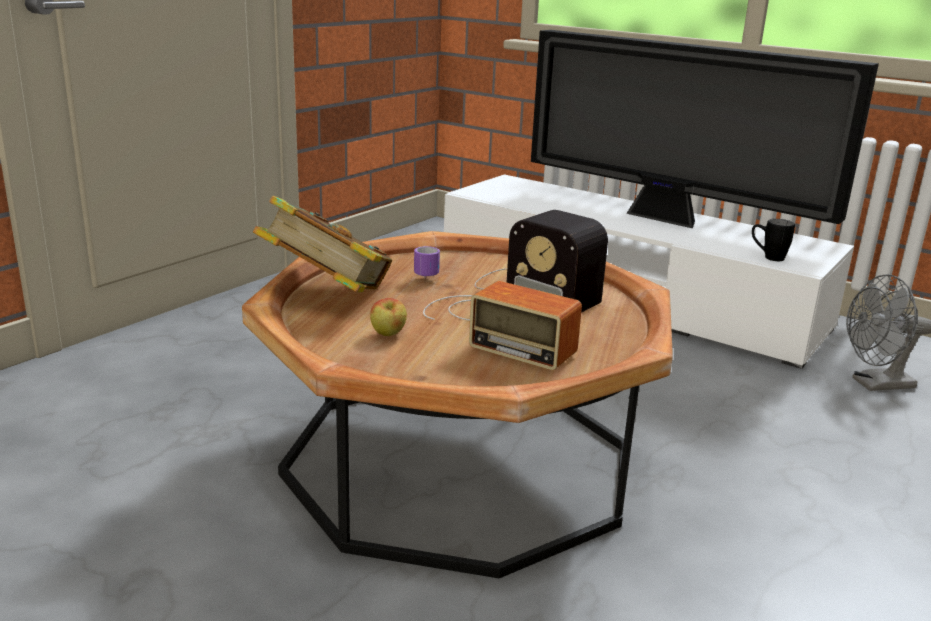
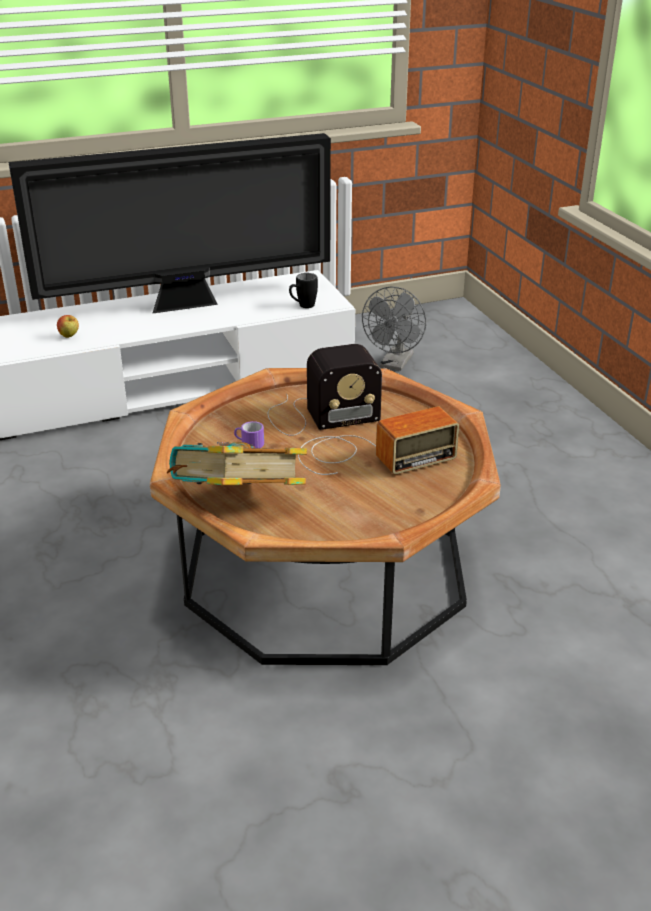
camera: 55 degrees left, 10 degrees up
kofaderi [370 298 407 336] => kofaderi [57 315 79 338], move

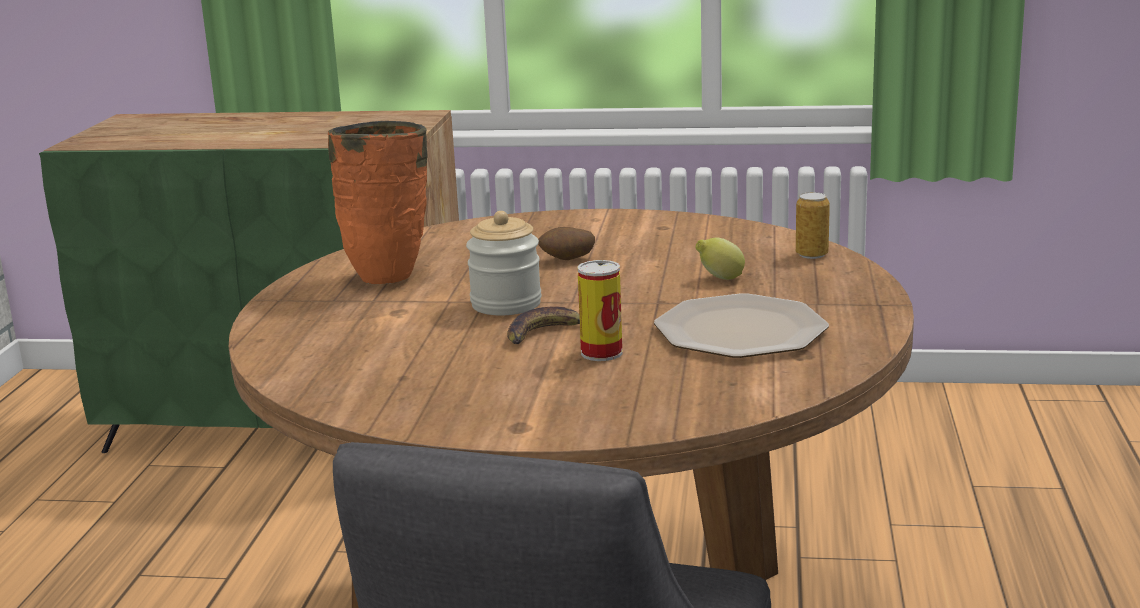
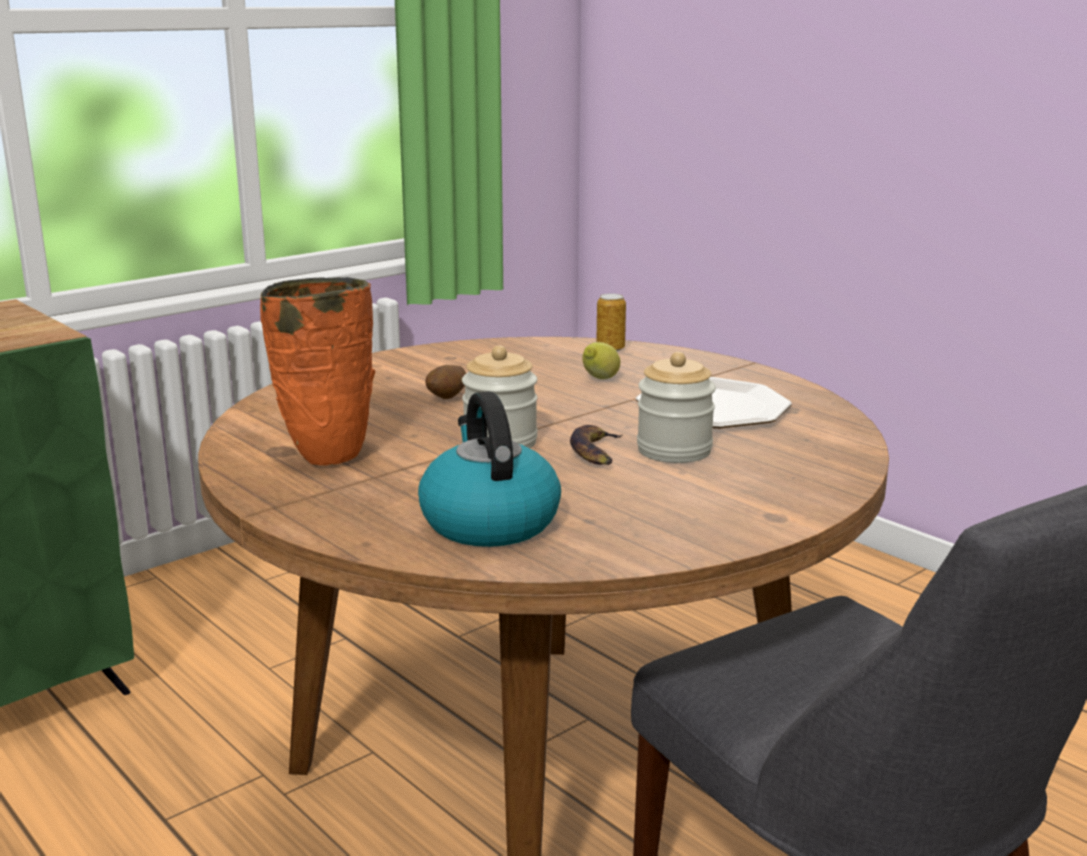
camera: 50 degrees left, 0 degrees up
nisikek [577 260 623 361] => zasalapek [637 352 716 463]
nothing => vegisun [418 391 561 547]

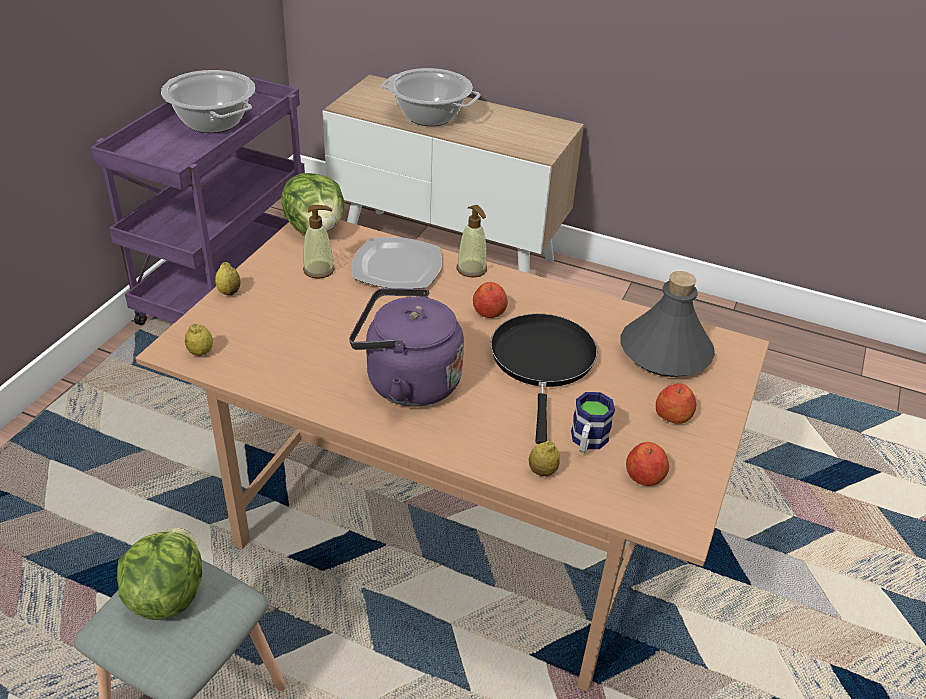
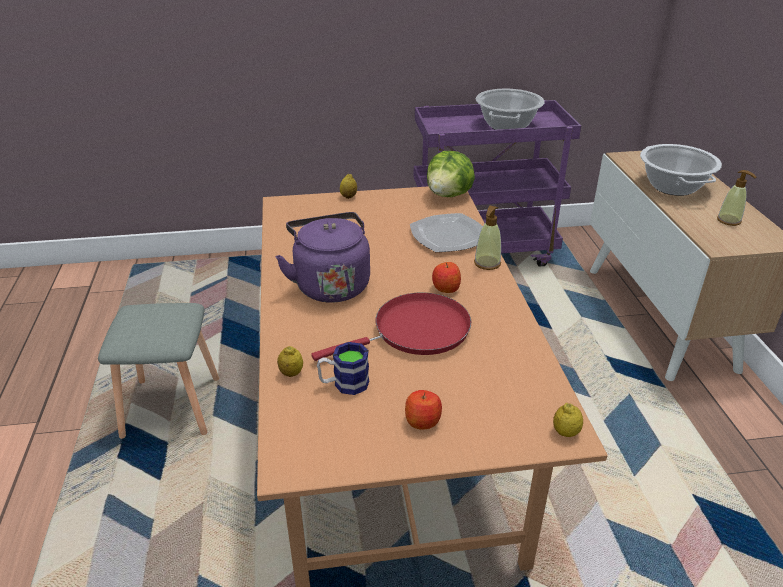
camera: 60 degrees right, 5 degrees down
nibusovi [303 205 335 279] => nibusovi [717 170 757 226], move
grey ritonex [620 271 715 377] => nothing
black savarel [491 314 597 444] => red savarel [311 292 471 361]
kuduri [185 324 213 356] => kuduri [553 403 583 437], move
kofaderi [626 442 669 486] => nothing
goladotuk [117 528 202 620] => nothing

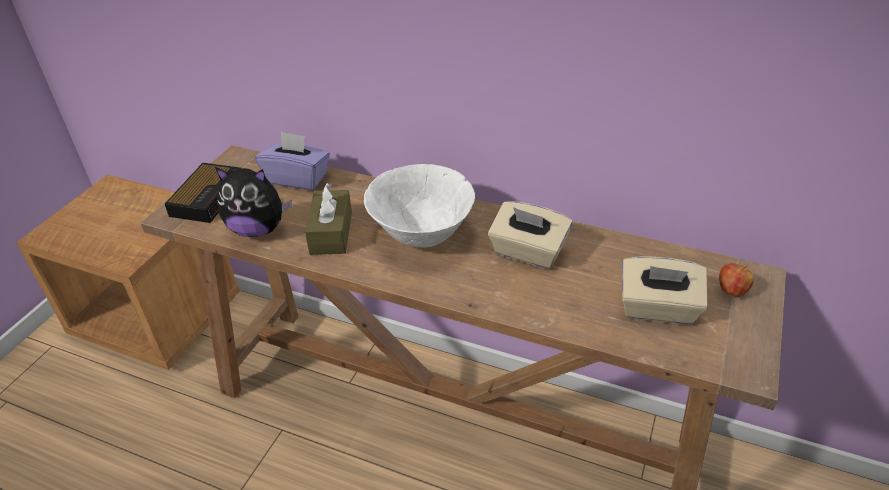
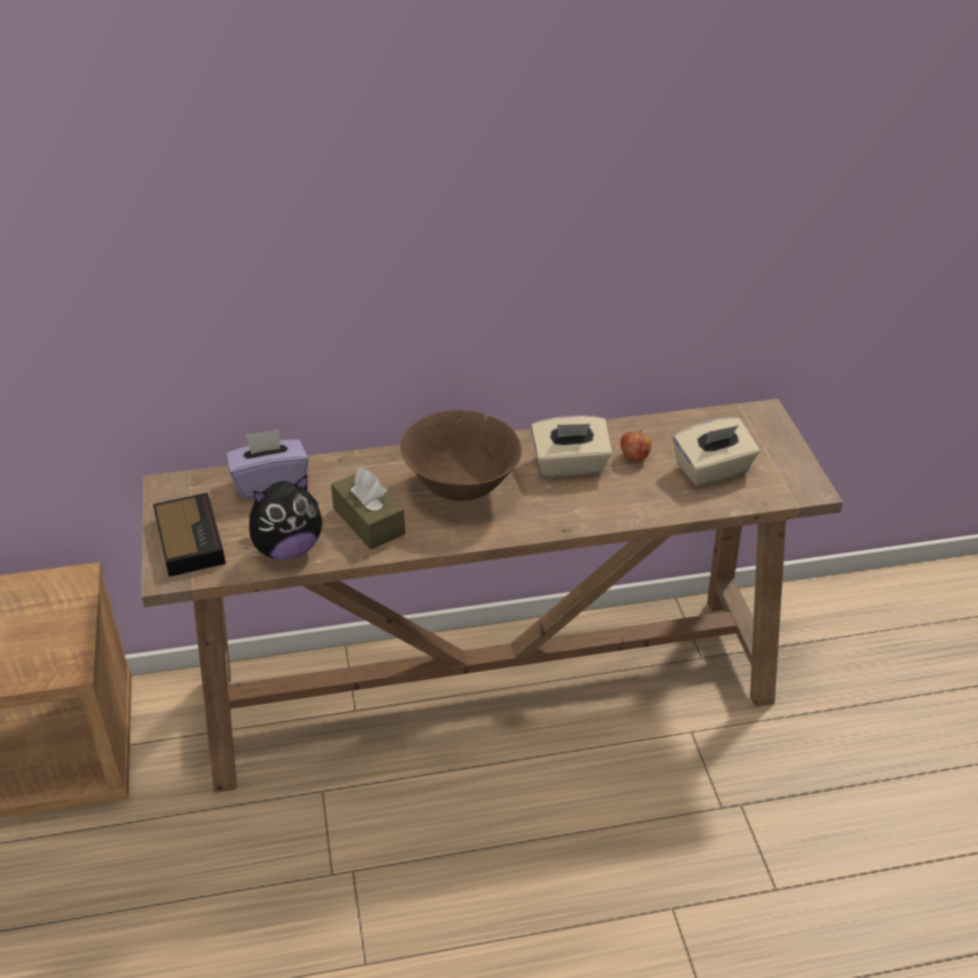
camera: 35 degrees left, 0 degrees up
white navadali [364 164 475 248] => brown navadali [400 410 522 501]
kofaderi [719 263 754 297] => kofaderi [621 430 651 461], move

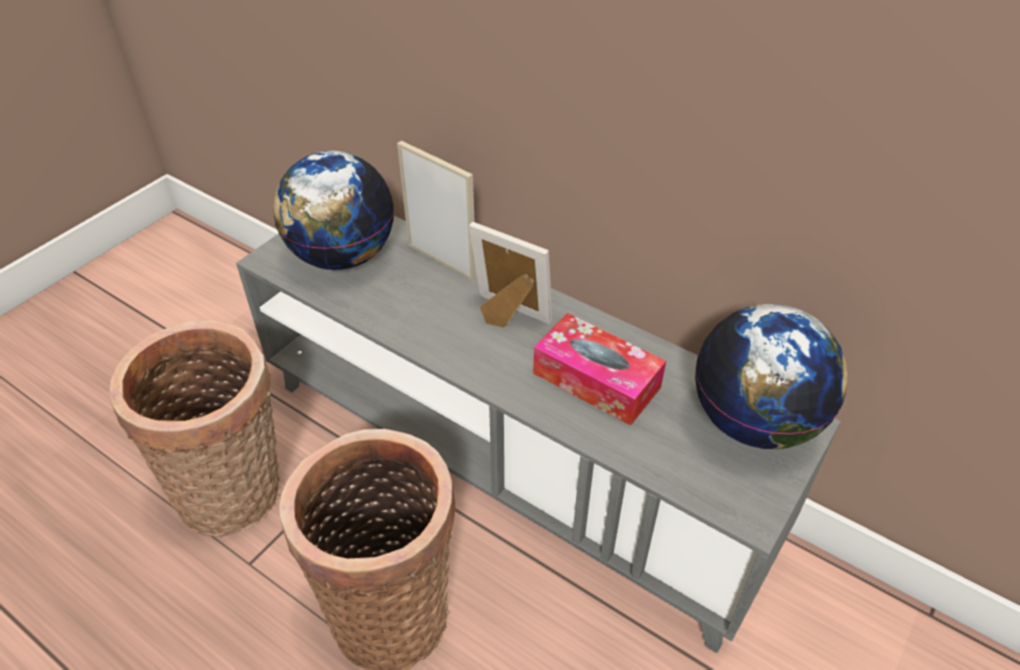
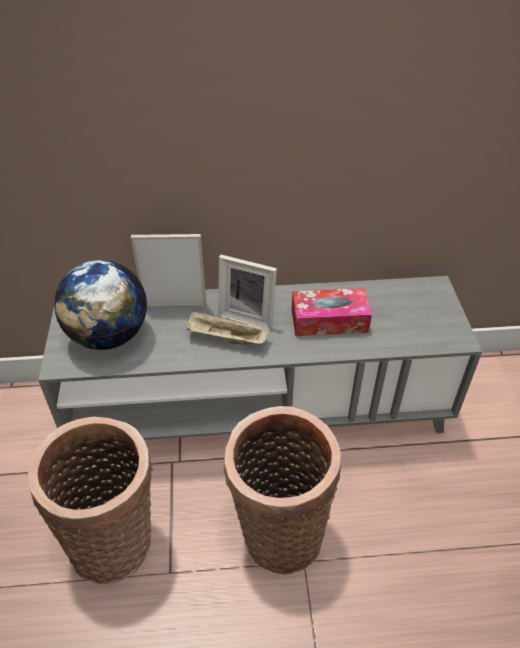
camera: 40 degrees left, 0 degrees up
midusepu [469 222 553 328] => midusepu [218 255 277 330], 150 degrees counterclockwise
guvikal [695 304 848 449] => nothing
nothing => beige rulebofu [187 311 270 345]

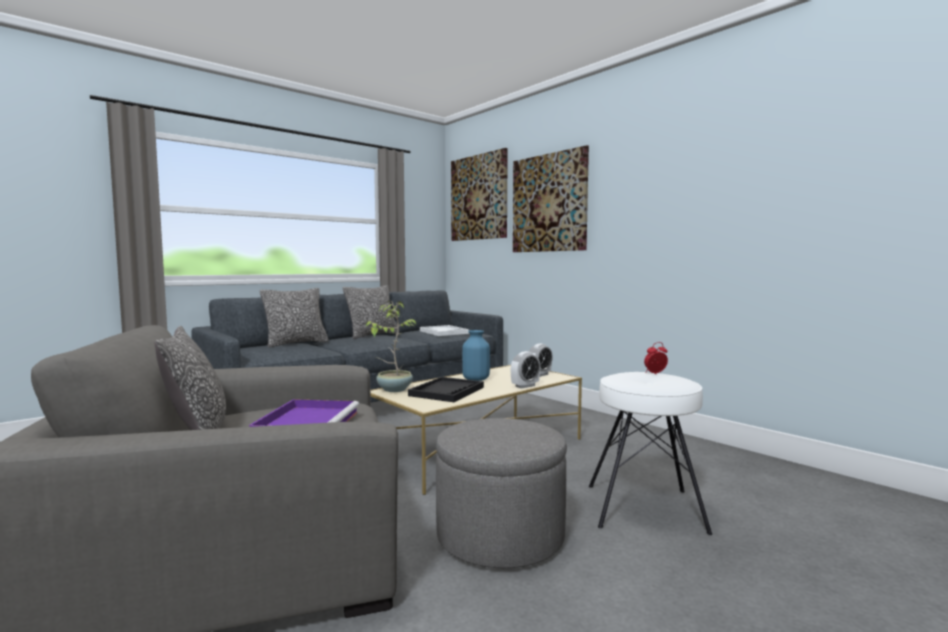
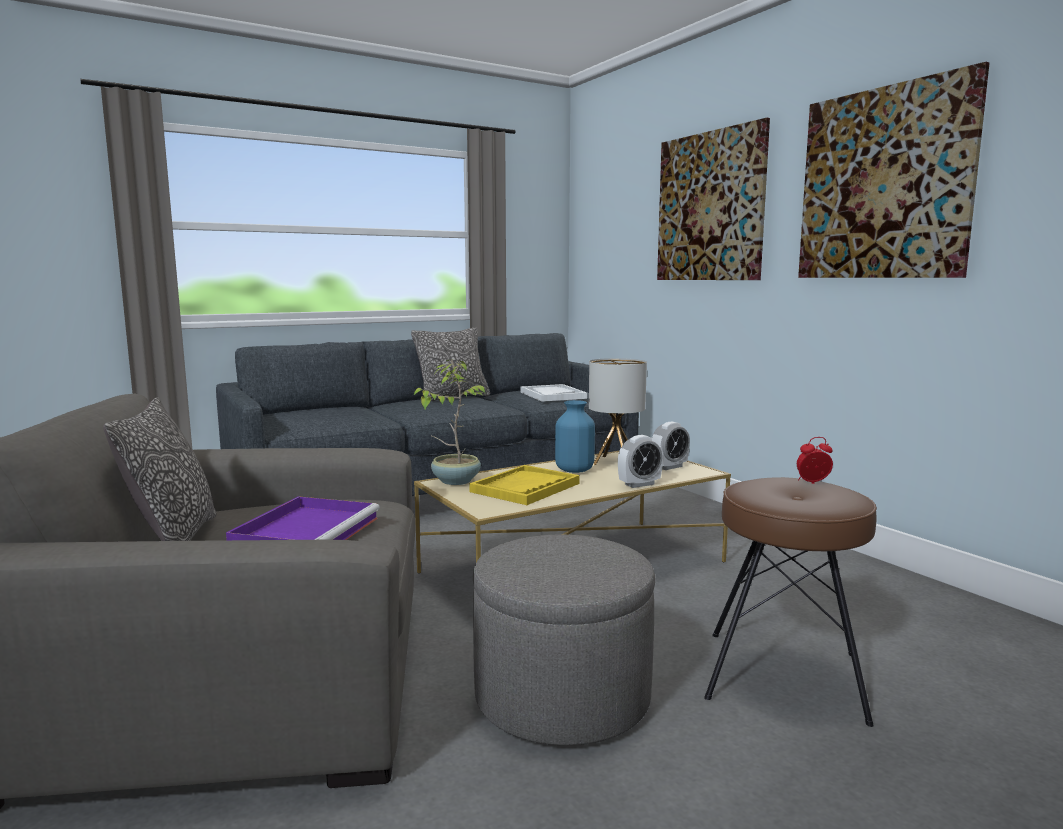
camera: 10 degrees right, 5 degrees up
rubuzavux [451 148 508 241] => rubuzavux [798 62 990 278], move
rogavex [260 288 328 348] => nothing
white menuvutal [589 372 712 535] => brown menuvutal [704 477 877 727]
black rulebofu [408 377 484 402] => yellow rulebofu [469 465 580 505]
nothing => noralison [589 358 647 465]

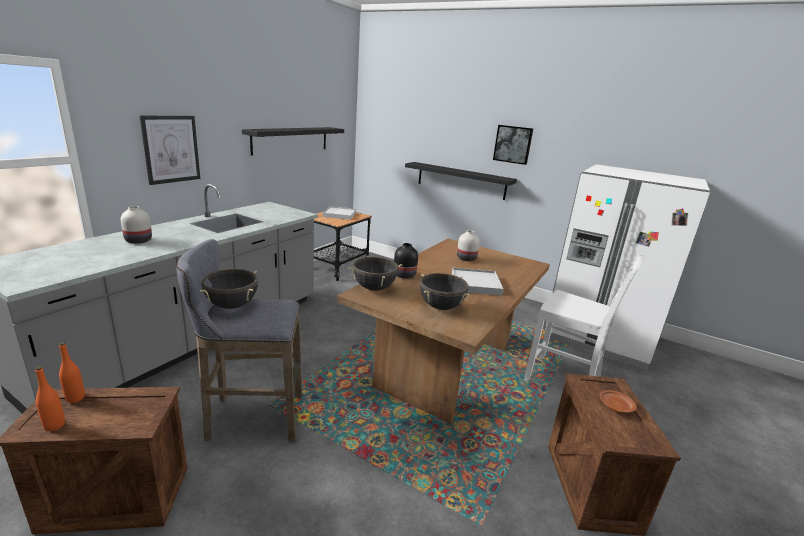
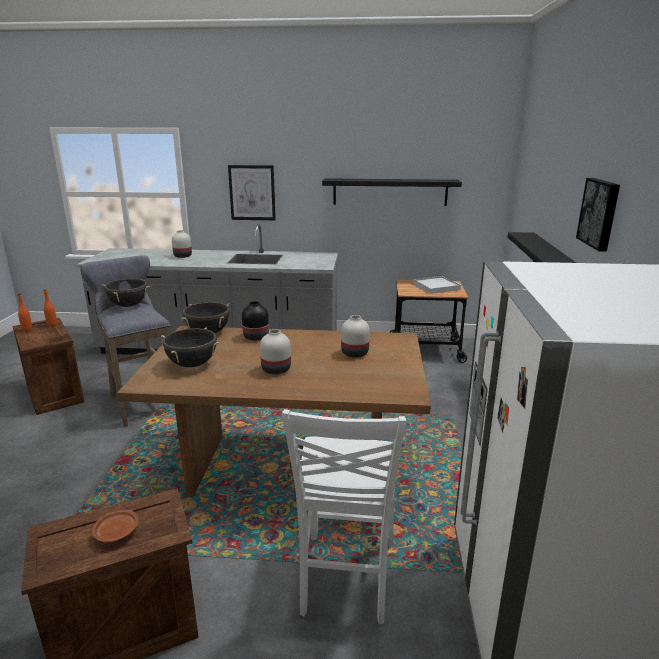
camera: 65 degrees right, 0 degrees up
white rulebofu [452 268 503 295] => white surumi [260 329 291 375]

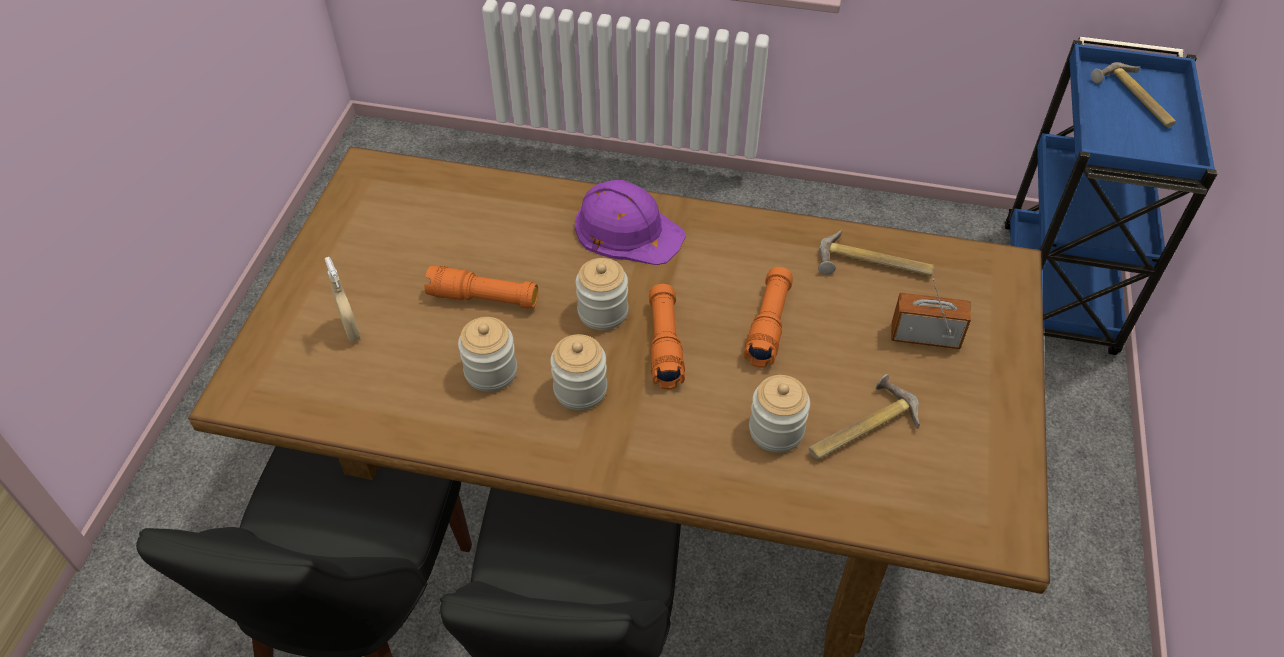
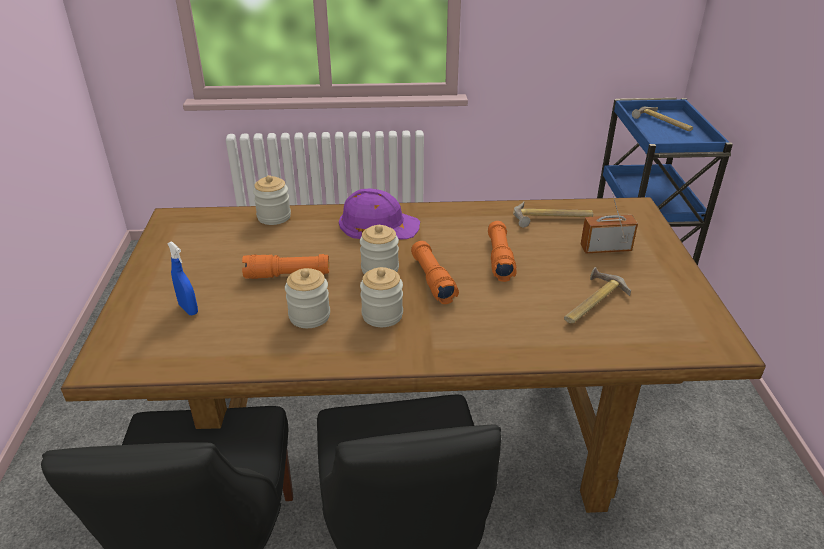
camera: 15 degrees left, 15 degrees down
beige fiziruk [325 257 361 342] => blue fiziruk [167 241 198 315]
zasalapek [749 375 810 453] => zasalapek [253 175 291 225], move

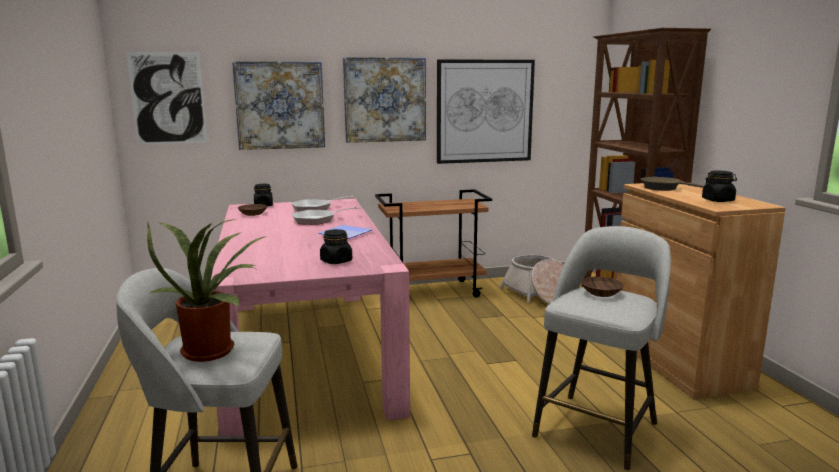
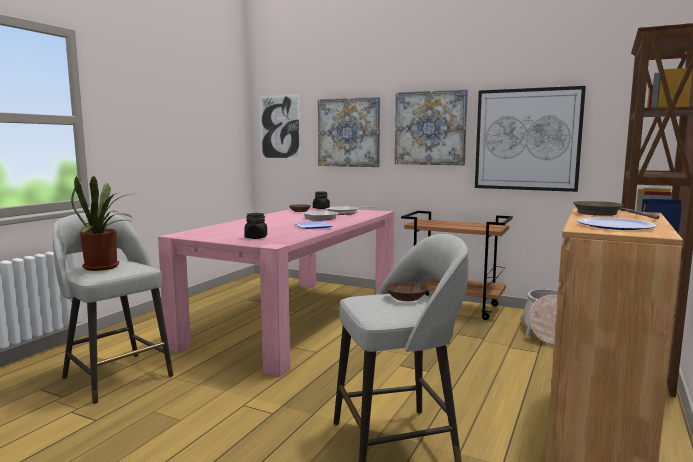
camera: 40 degrees right, 5 degrees down
black zasalapek [702 171 737 202] => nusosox [577 217 657 230]

